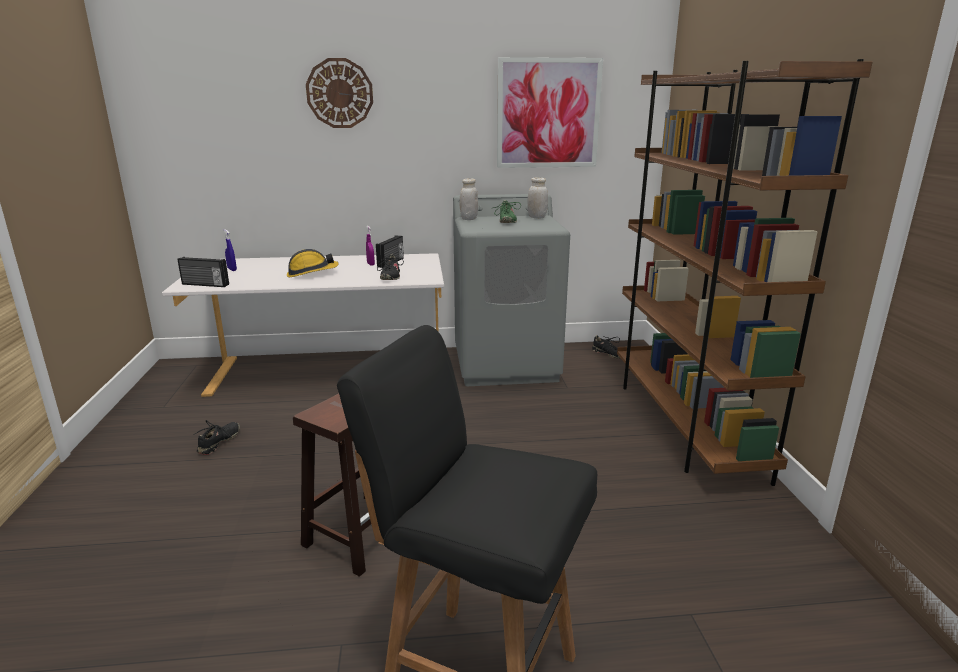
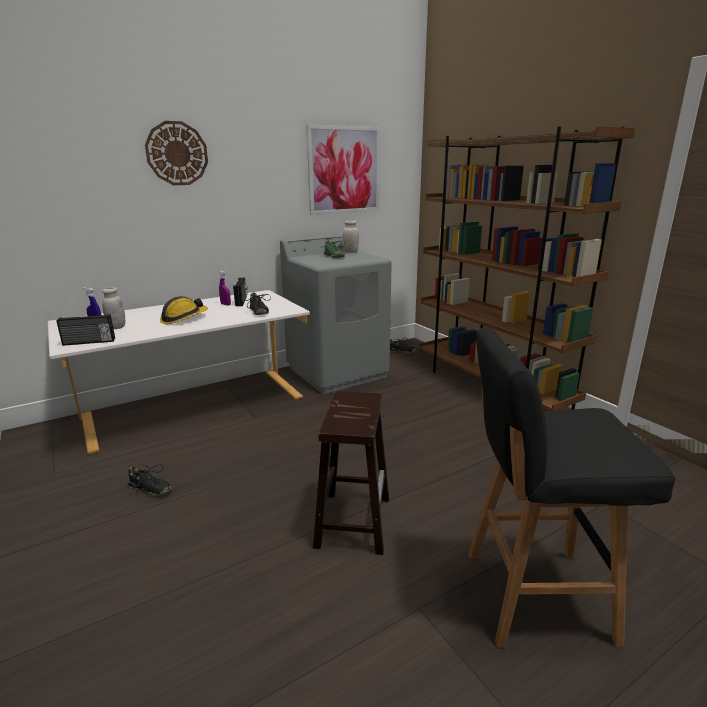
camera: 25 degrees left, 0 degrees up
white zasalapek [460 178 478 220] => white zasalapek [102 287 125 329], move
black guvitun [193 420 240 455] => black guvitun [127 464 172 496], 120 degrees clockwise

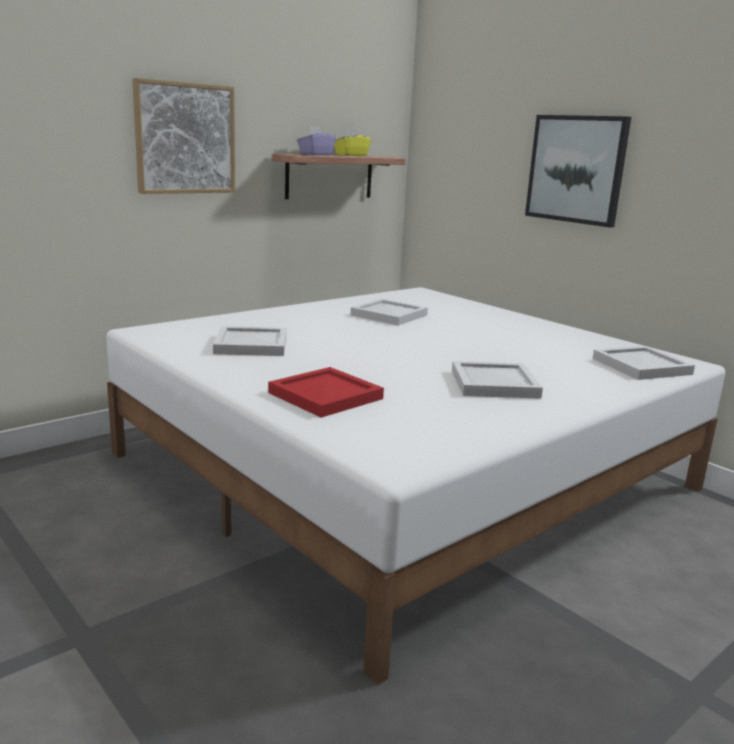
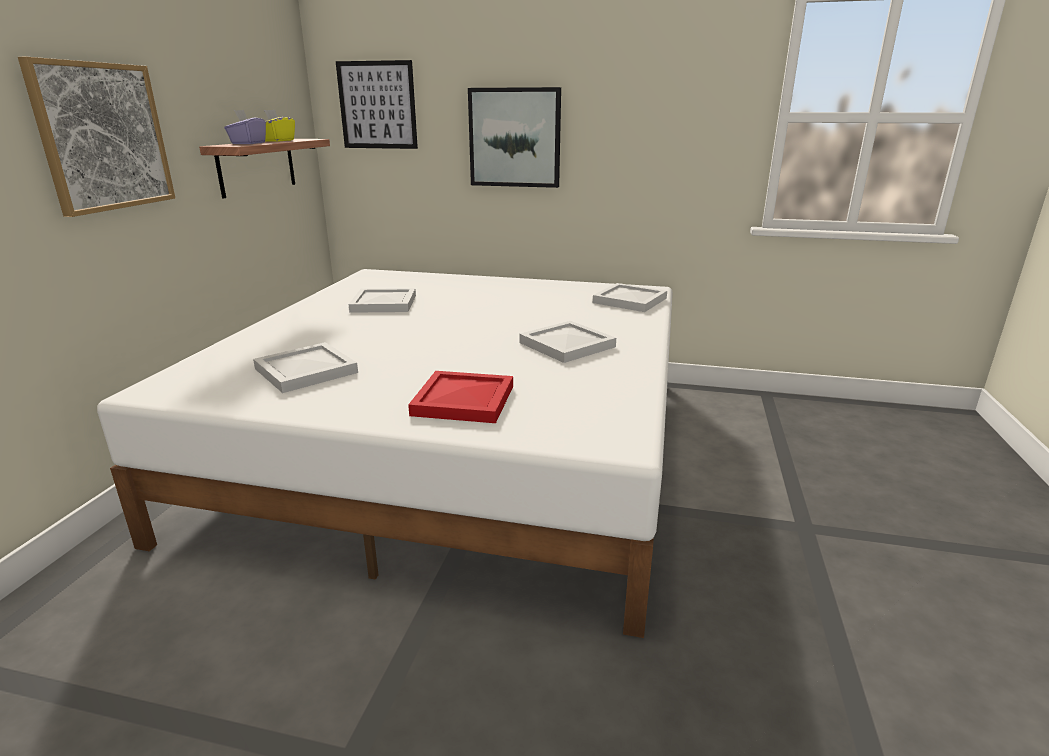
camera: 35 degrees left, 5 degrees up
nothing => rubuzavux [336 60 418 149]

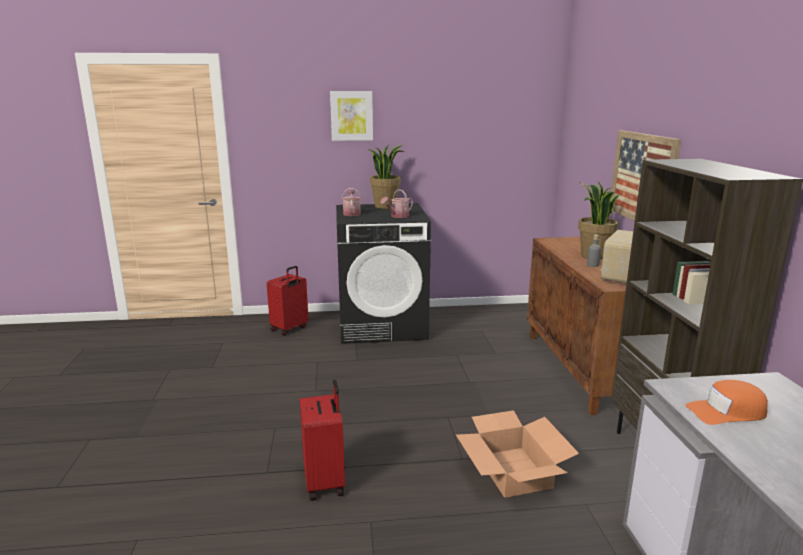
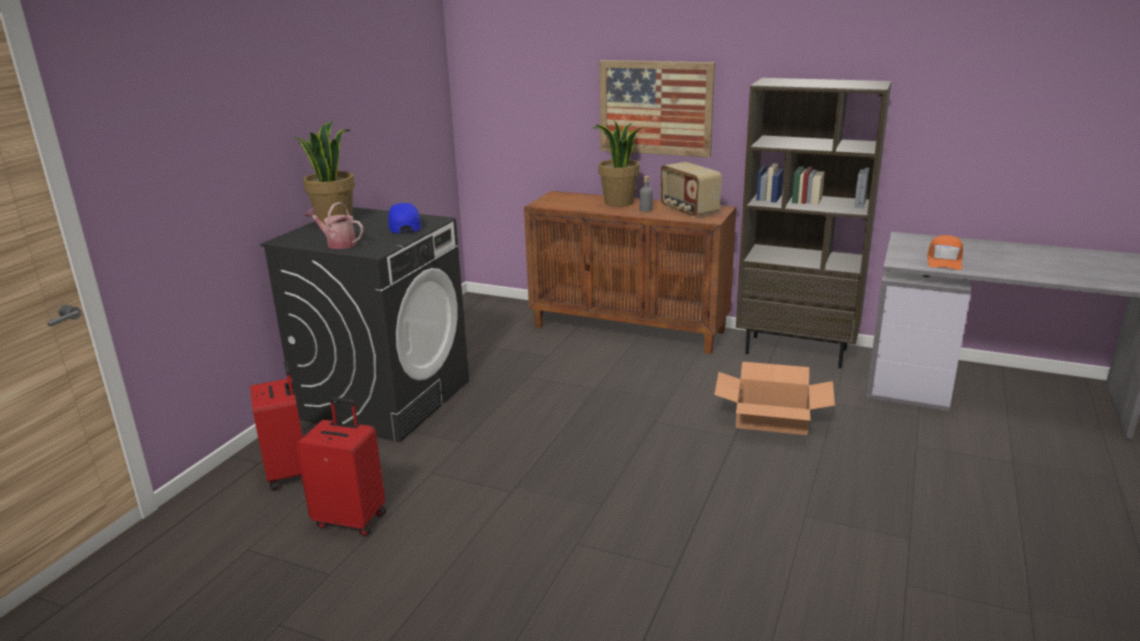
camera: 60 degrees left, 5 degrees up
rubuzavux [330 91 373 141] => nothing
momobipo [381 189 413 218] => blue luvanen [388 203 421 234]
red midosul [300 380 345 501] => red midosul [296 397 386 536], move

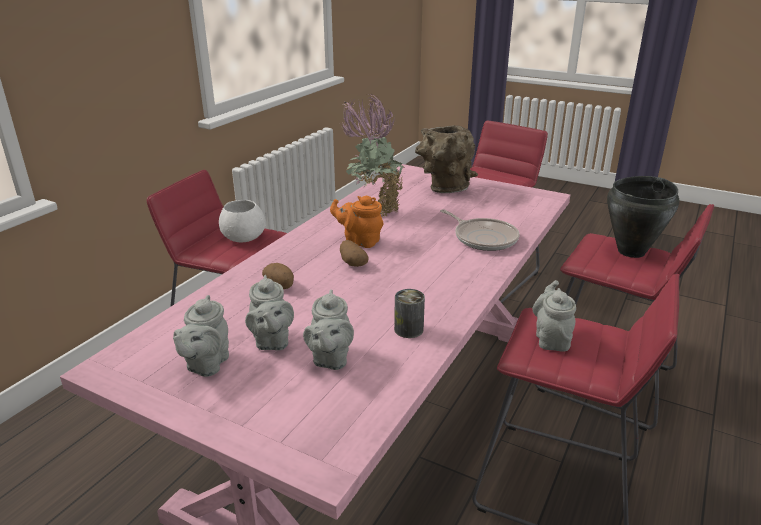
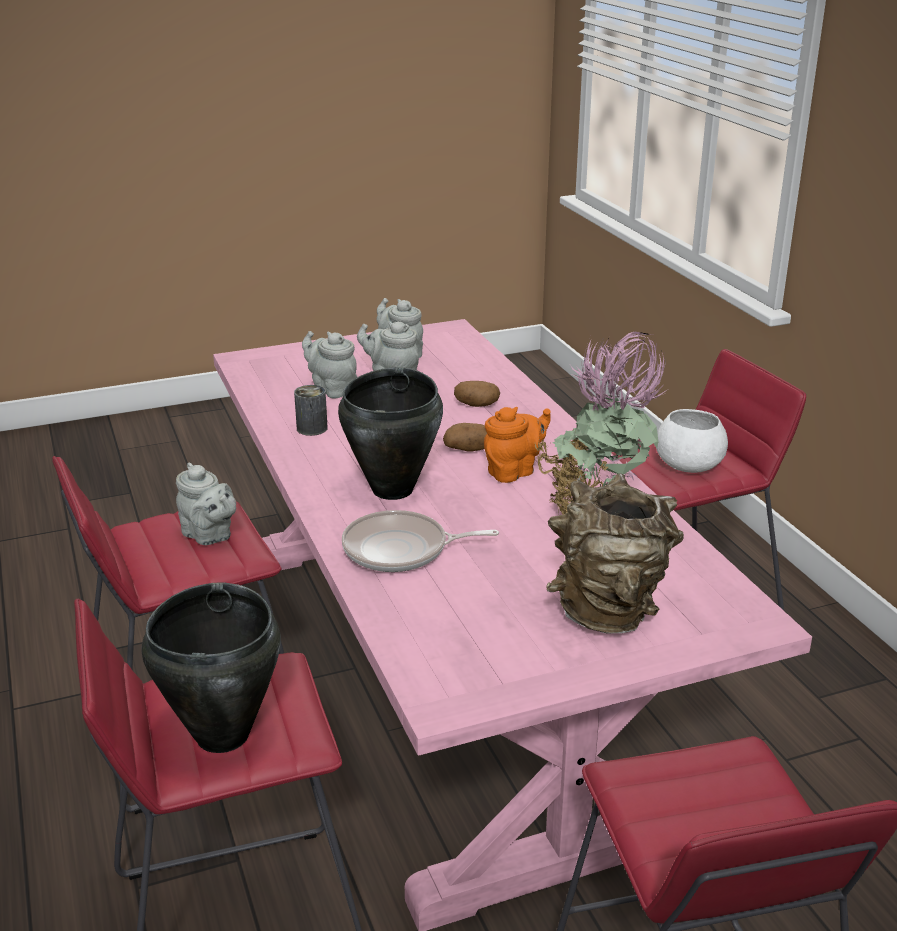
camera: 130 degrees right, 0 degrees up
nothing => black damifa [338 367 443 500]

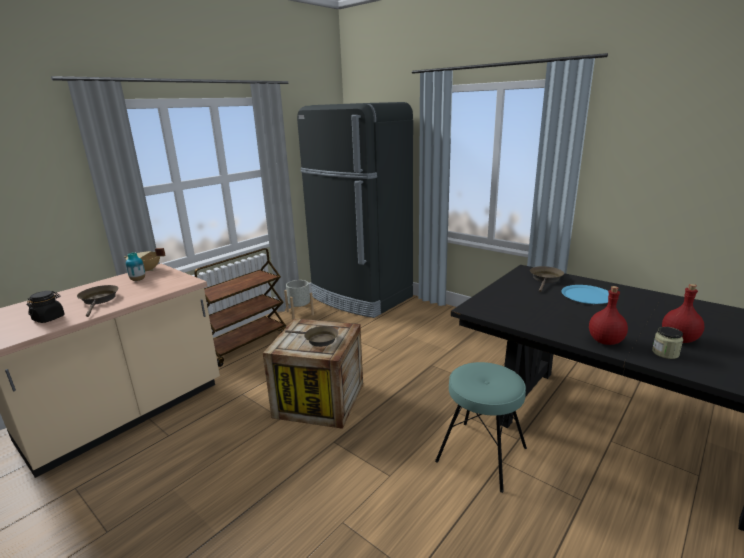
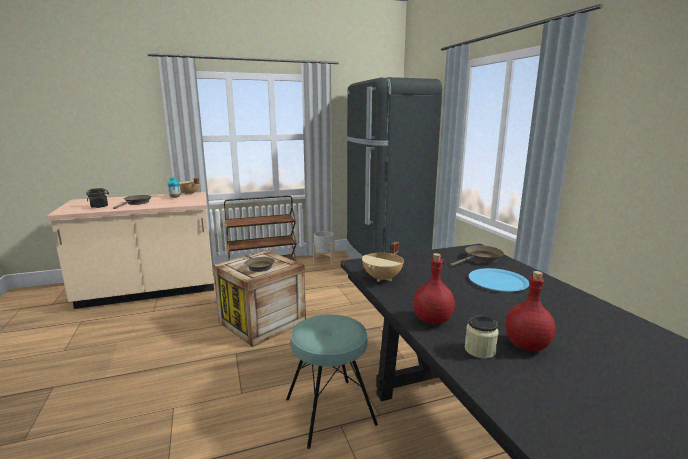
camera: 30 degrees right, 5 degrees down
nothing => beige damifa [362 241 404 282]

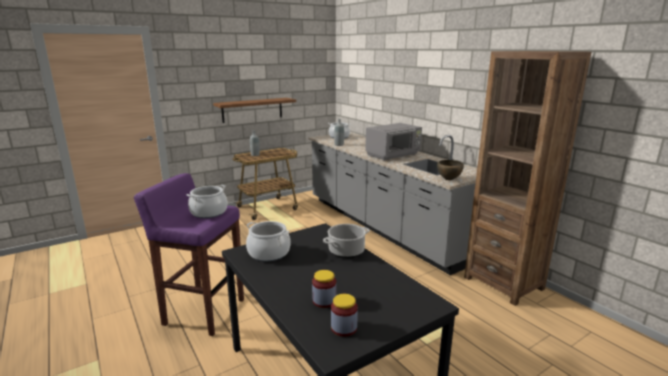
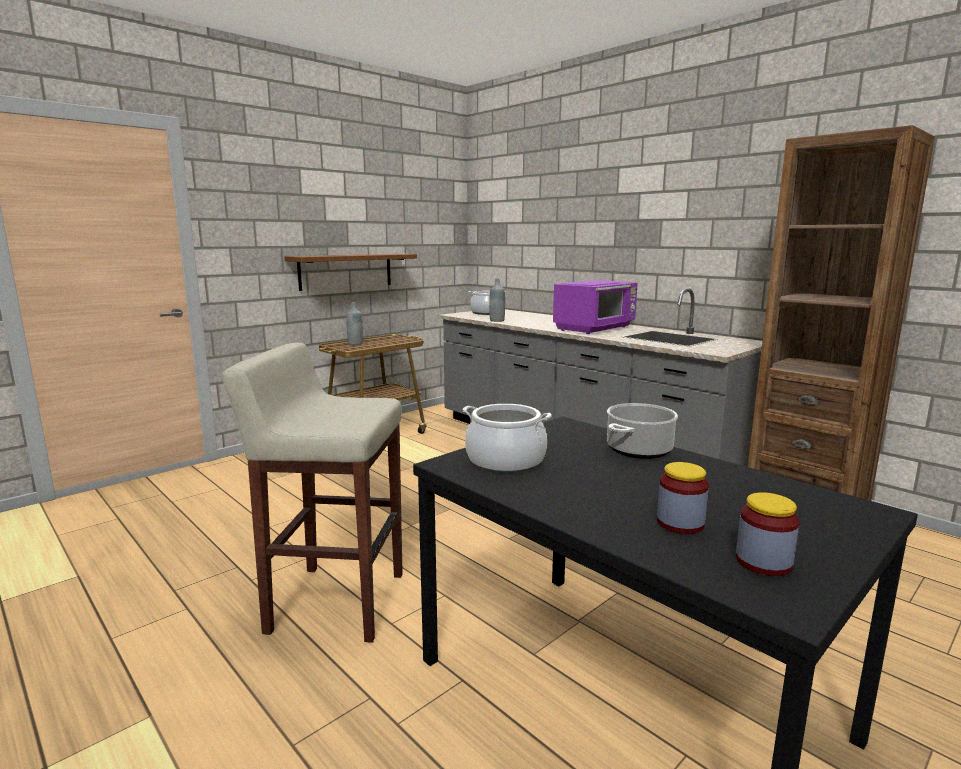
camera: 10 degrees left, 5 degrees down
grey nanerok [365 123 422 161] => purple nanerok [553 280 638 334]
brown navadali [437 160 464 180] => nothing
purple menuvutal [134 173 244 336] => beige menuvutal [222 343 403 643]
damifa [186 185 228 218] => nothing

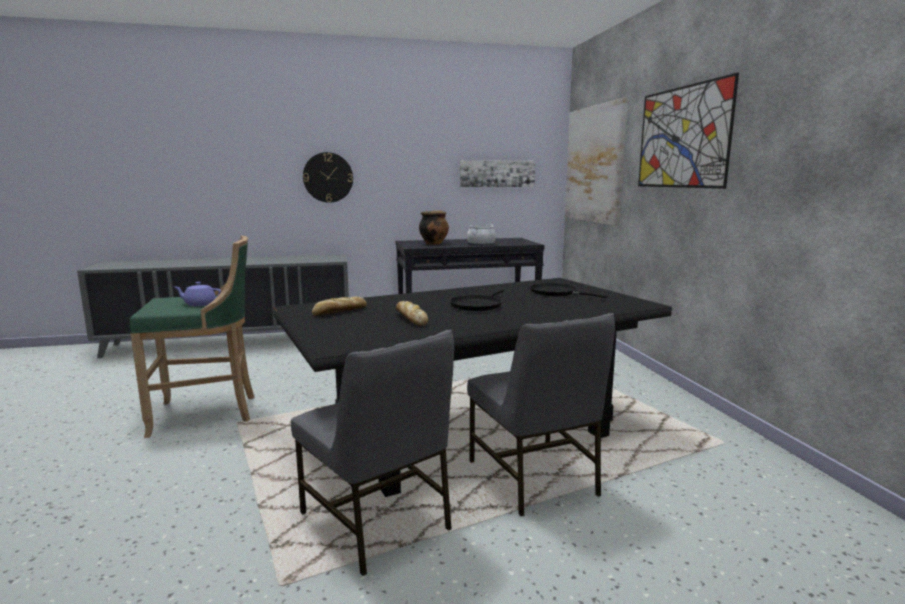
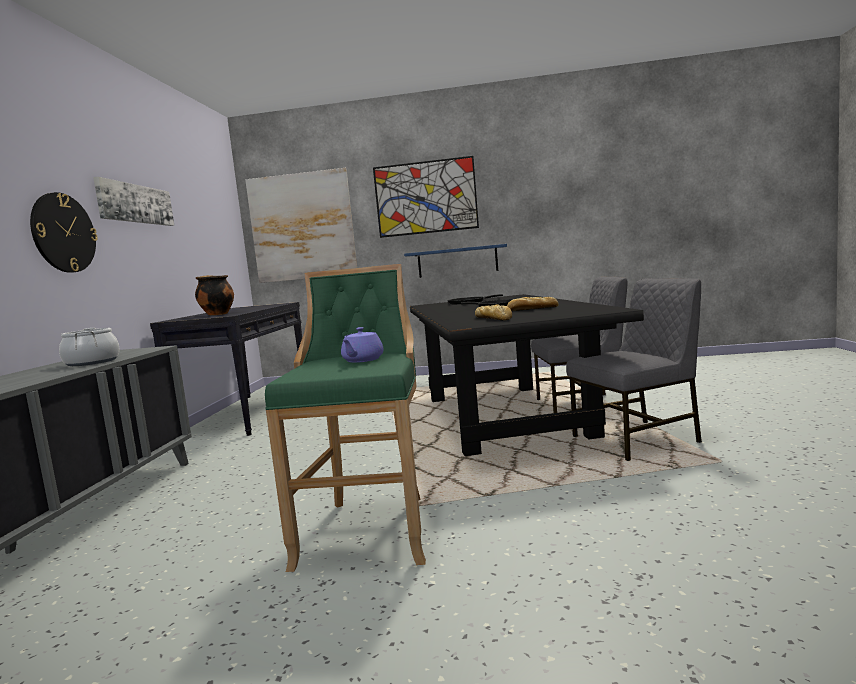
camera: 70 degrees left, 5 degrees down
rubuzavux [460 160 535 187] => rubuzavux [93 177 174 226], move
damifa [467 224 496 245] => damifa [59 328 119 366], move
nothing => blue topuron [404 244 507 278]

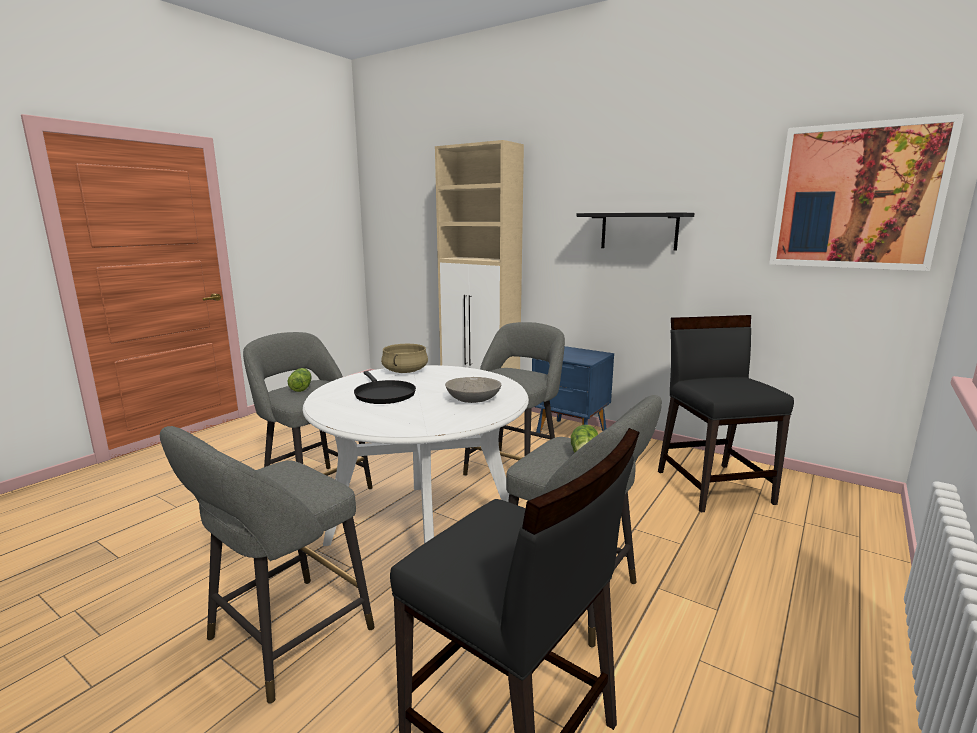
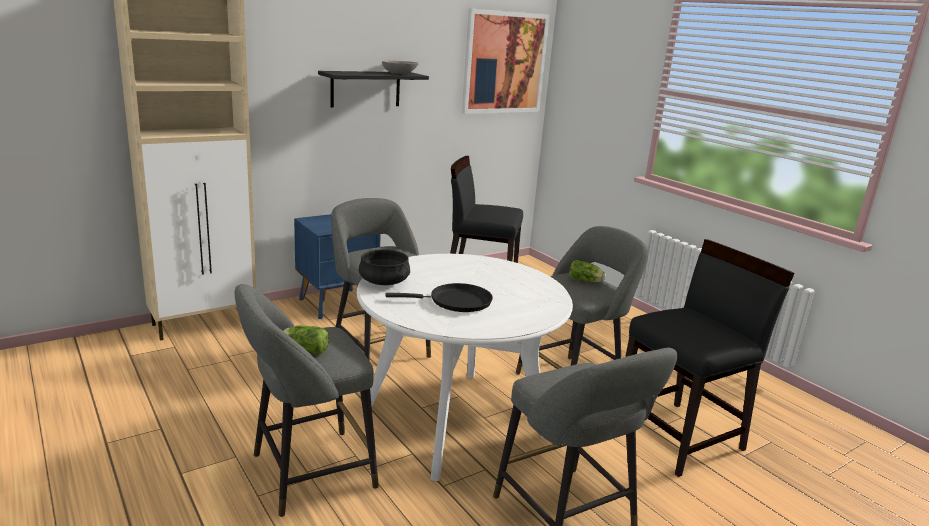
camera: 70 degrees left, 5 degrees up
beige damifa [381 344 428 373] => black damifa [359 249 410 285]
grey navadali [445 377 501 403] => grey navadali [382 61 419 74], move

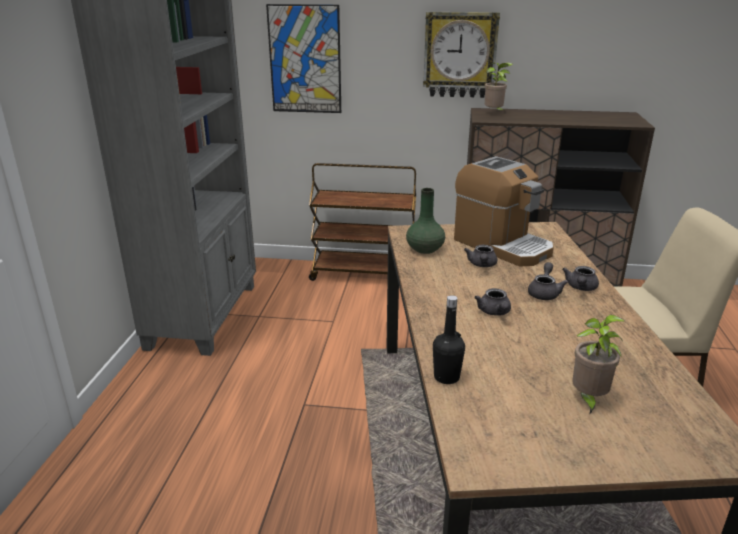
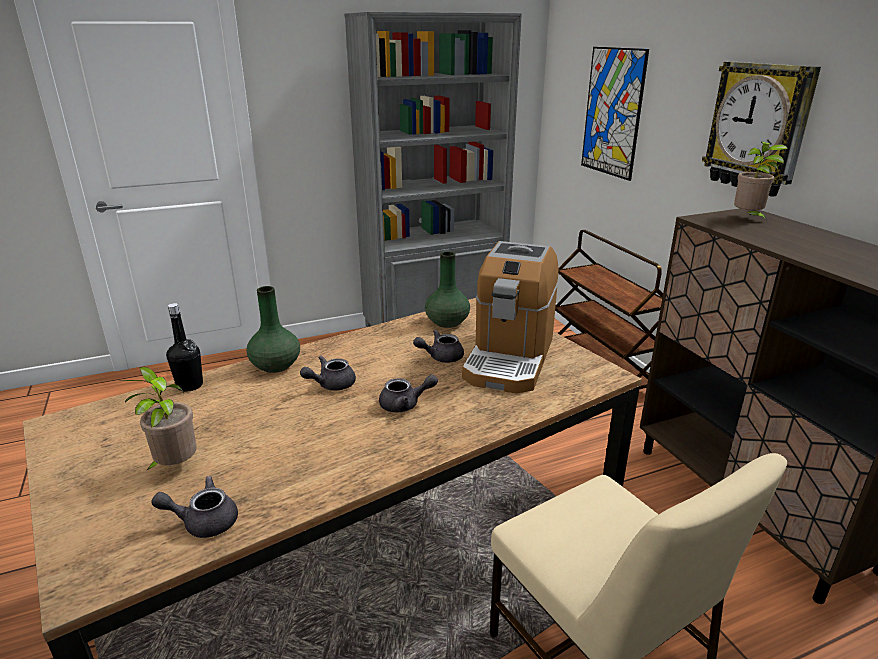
camera: 60 degrees right, 0 degrees up
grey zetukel [562 266 599 291] => grey zetukel [151 476 238 538], move
nothing => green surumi [247 286 300 373]

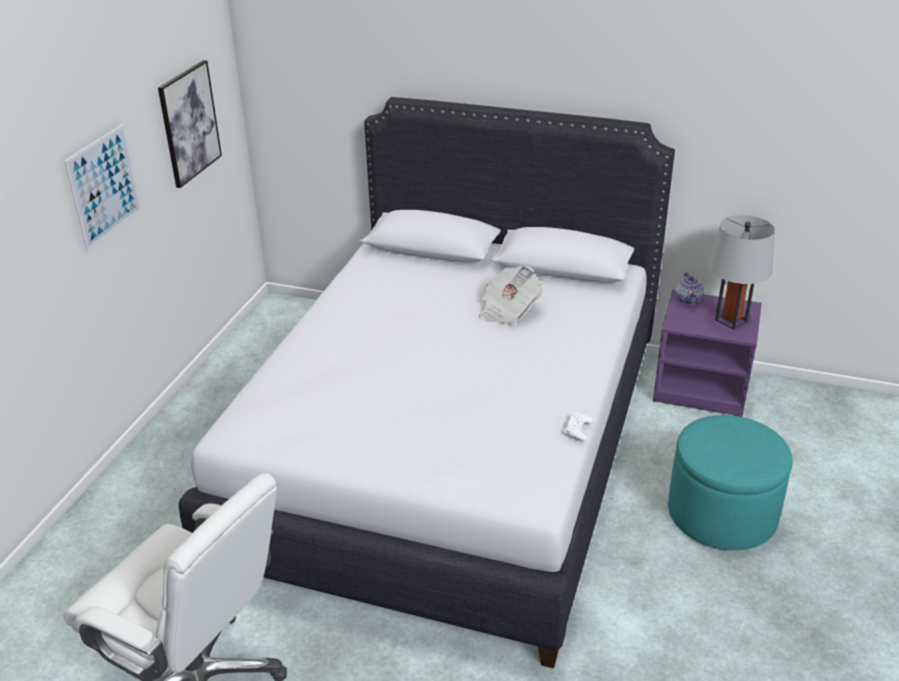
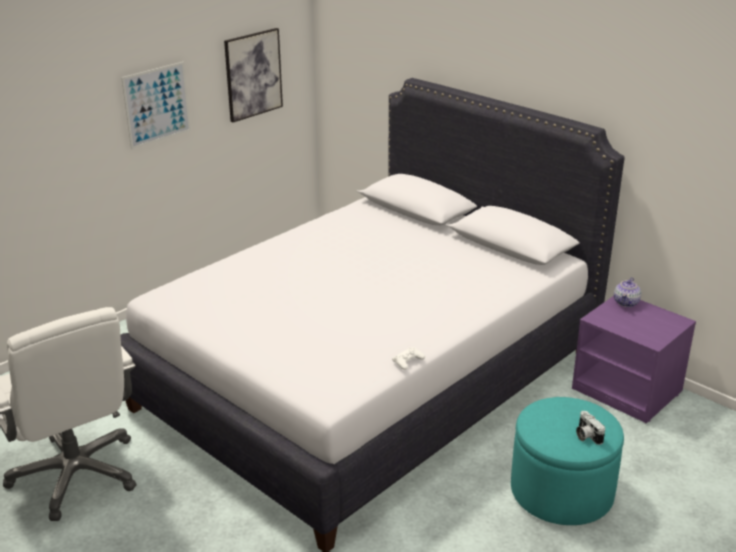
camera: 25 degrees right, 5 degrees down
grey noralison [709 215 775 330] => nothing
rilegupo [479 266 543 324] => nothing
nothing => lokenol [576 411 605 445]

